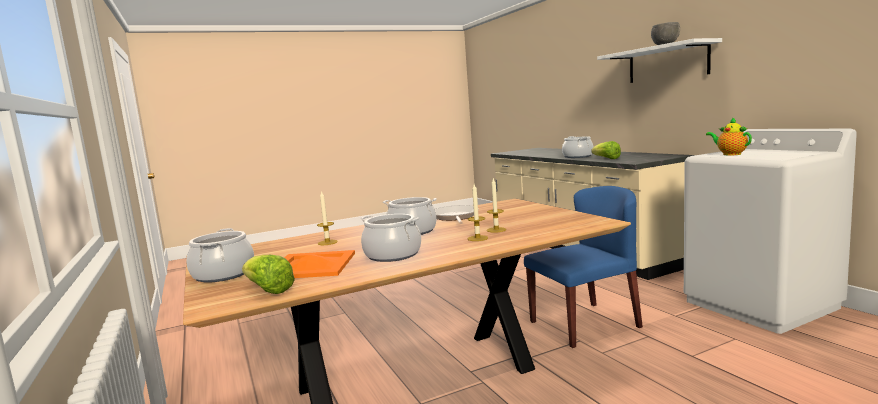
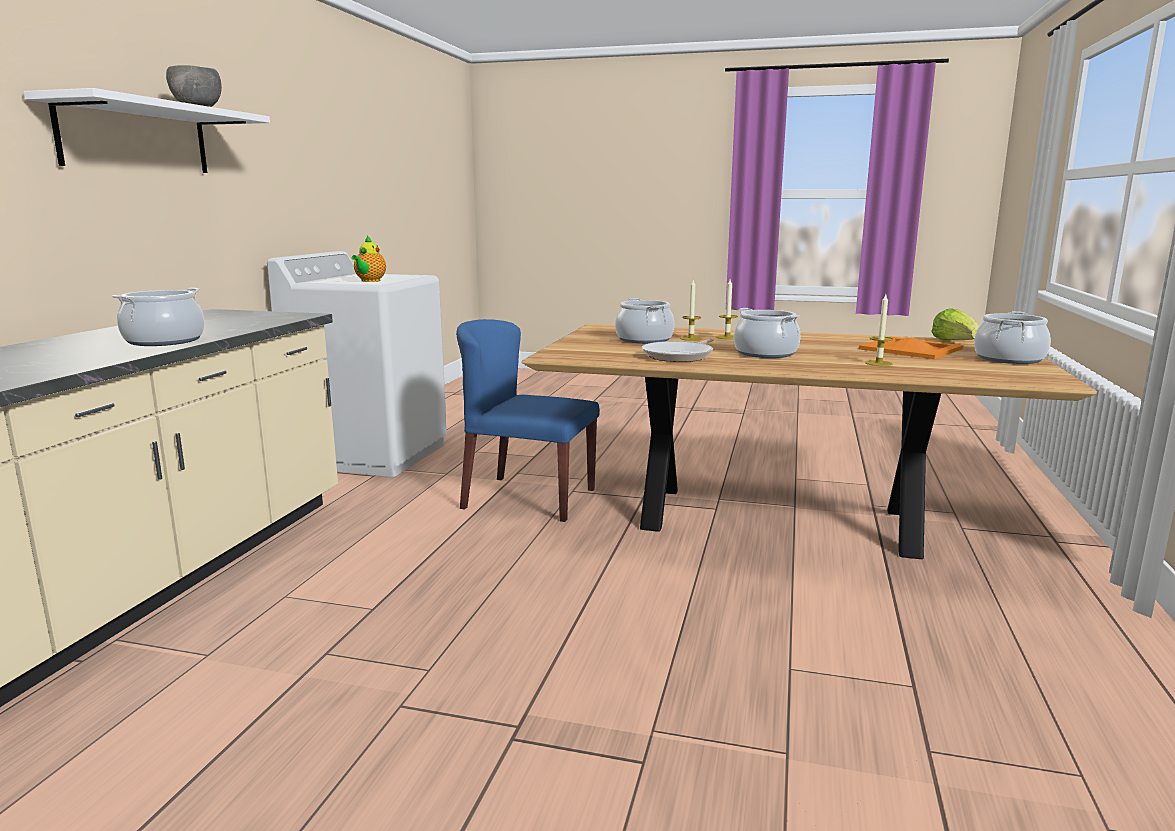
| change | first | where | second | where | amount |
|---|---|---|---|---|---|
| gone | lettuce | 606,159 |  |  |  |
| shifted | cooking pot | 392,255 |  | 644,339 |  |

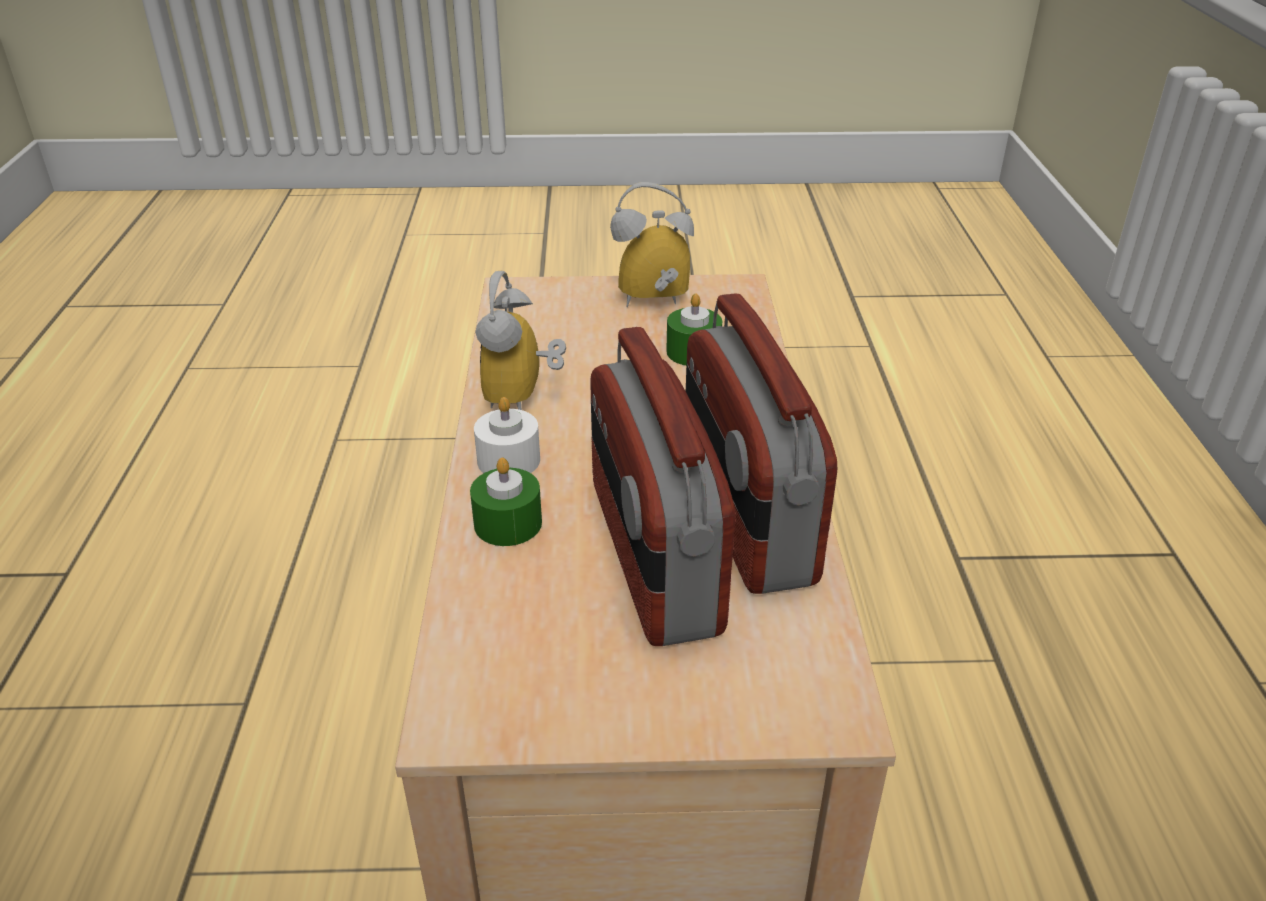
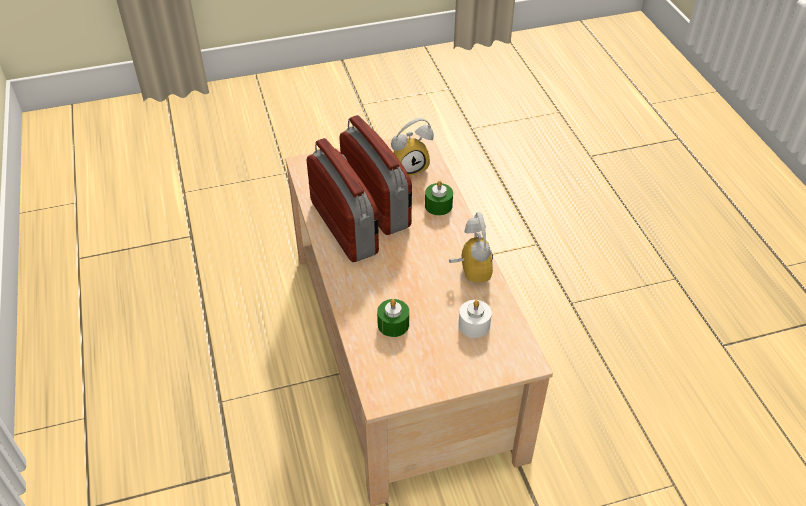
| change | first | where | second | where | amount |
|---|---|---|---|---|---|
| shifted | white wax candle | 508,460 |  | 474,325 |  |
| shifted | bedside clock | 653,303 |  | 409,167 |  |

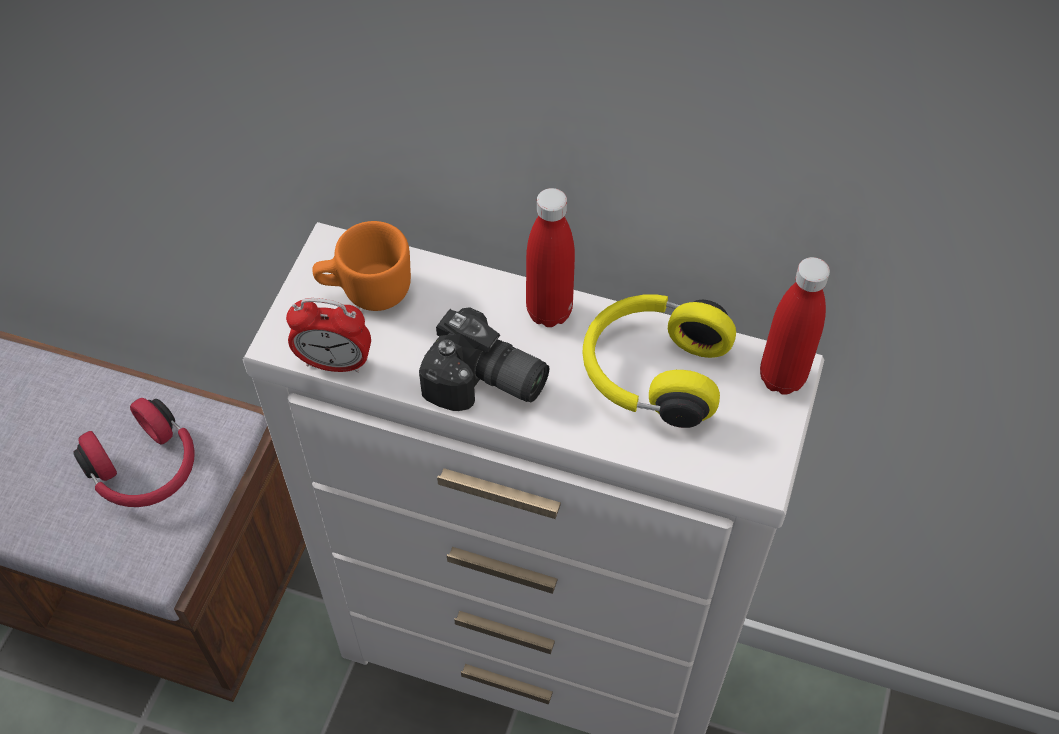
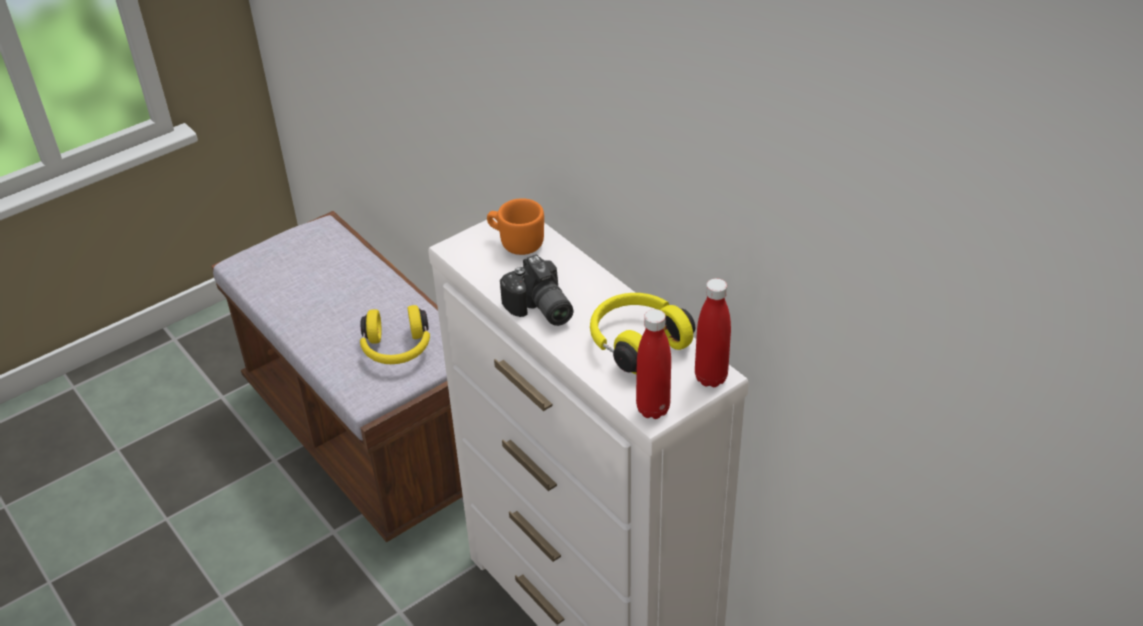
| change | first | where | second | where | amount |
|---|---|---|---|---|---|
| gone | bedside clock | 335,363 |  |  |  |
| shifted | red-coloured beverage bottle | 549,312 |  | 653,409 |  |
| repainted | red-coloured headset | 146,470 | yellow headset | 397,349 |  |

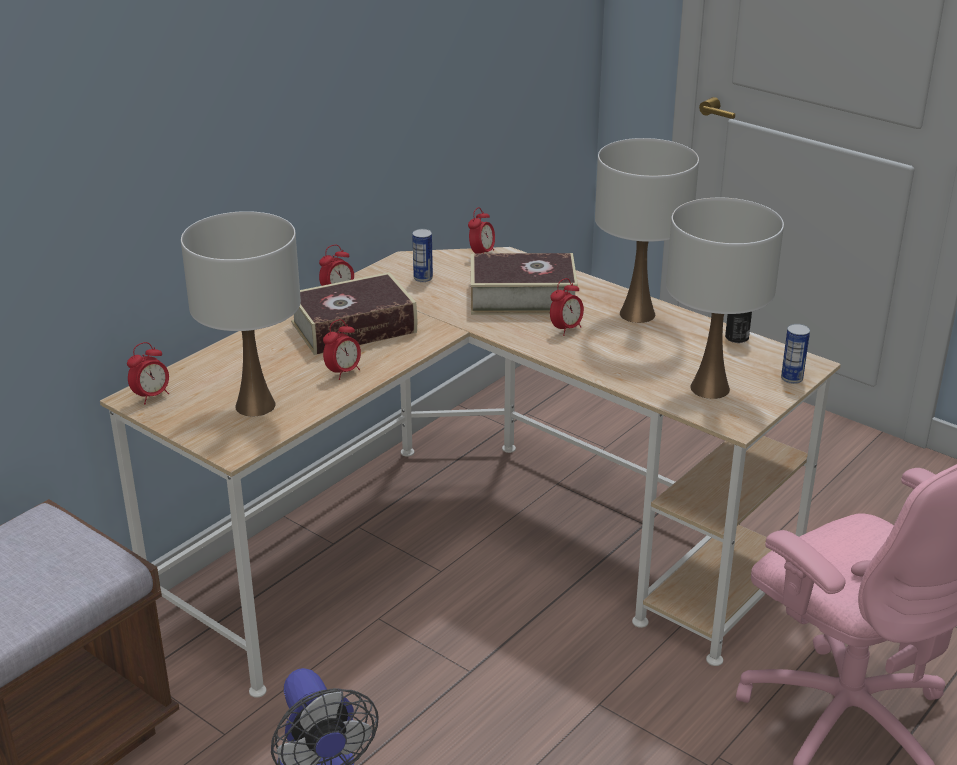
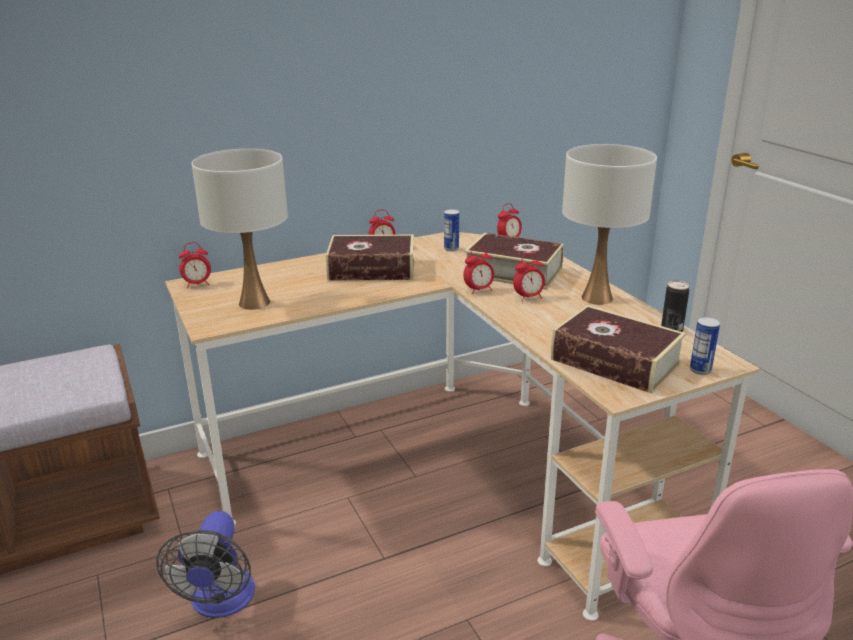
| change | first | where | second | where | amount |
|---|---|---|---|---|---|
| shifted | bedside clock | 343,372 |  | 479,290 |  |
| swapped | white table lamp | 709,388 | book | 615,361 |  |

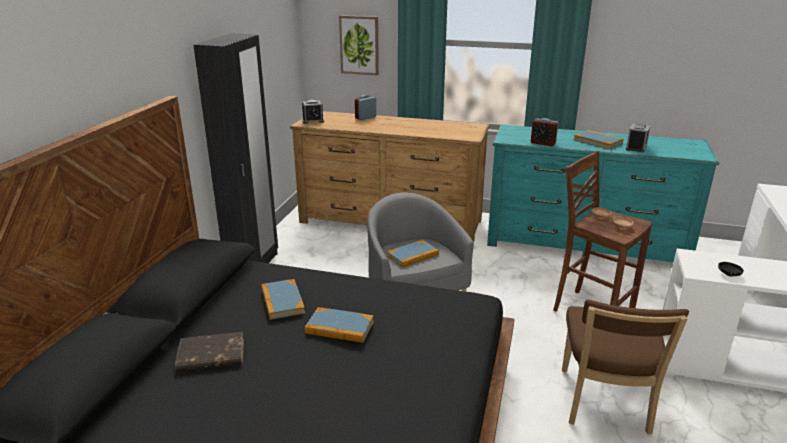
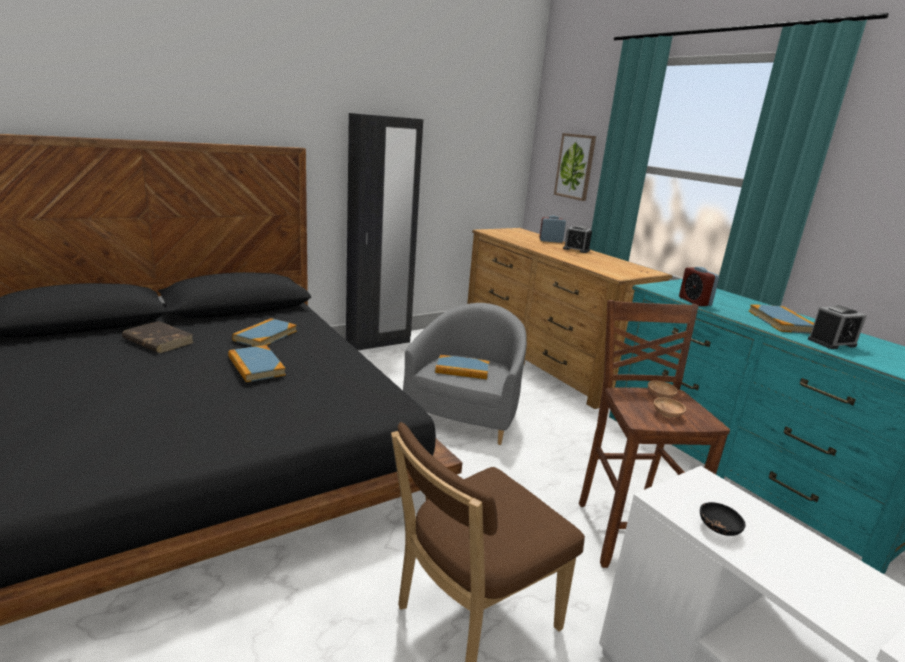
| change | first | where | second | where | amount |
|---|---|---|---|---|---|
| shifted | bedside clock | 313,121 |  | 576,249 |  |

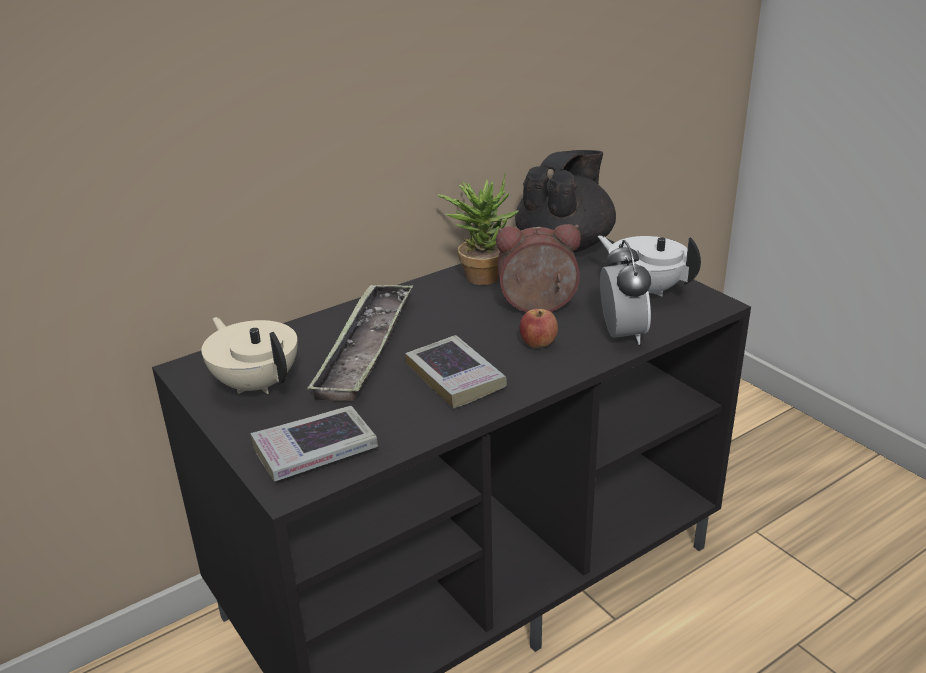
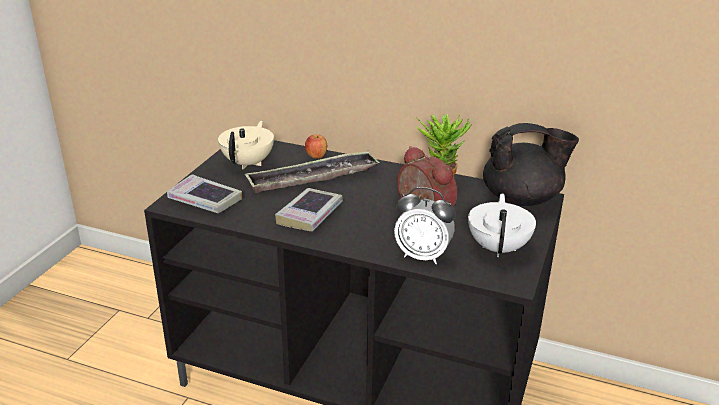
| change | first | where | second | where | amount |
|---|---|---|---|---|---|
| shifted | apple | 538,344 |  | 316,156 |  |
| rotated | bedside clock | 622,335 |  | 422,255 | 60 degrees clockwise |

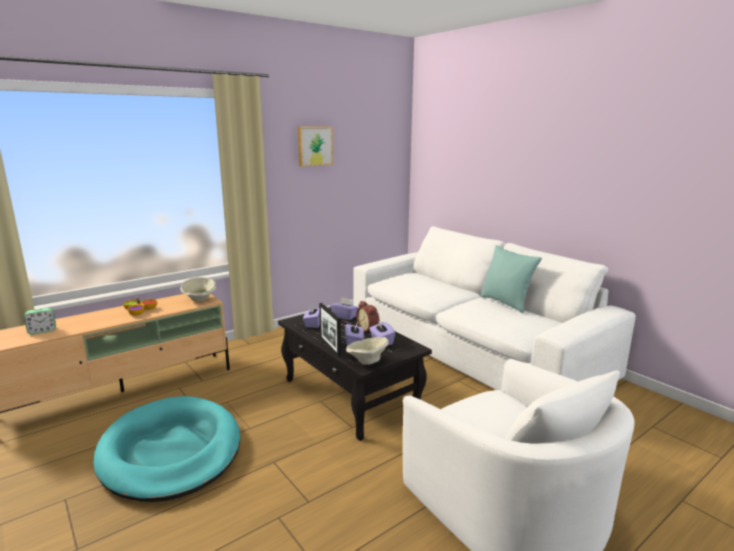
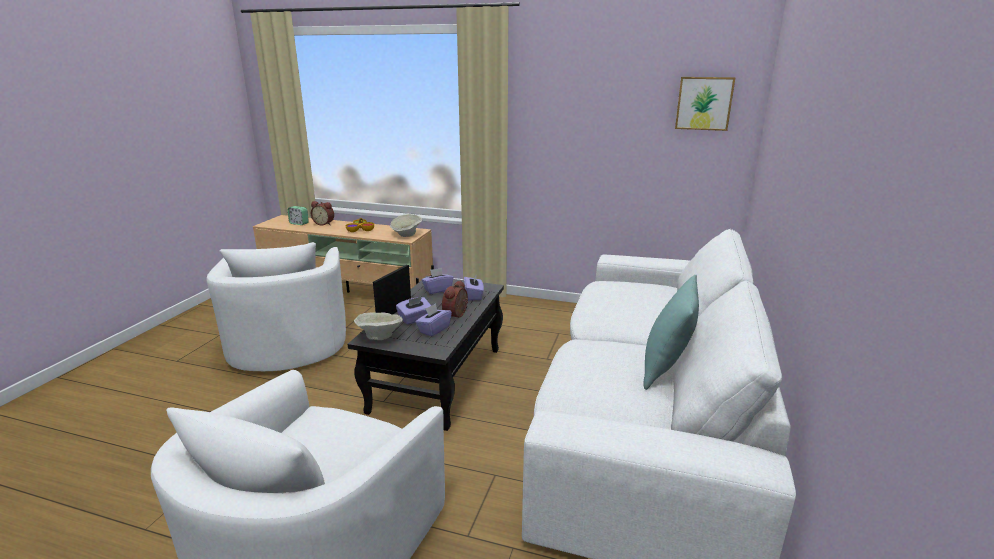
| change | first | where | second | where | amount |
|---|---|---|---|---|---|
| new |  |  | bedside clock | 324,223 |  |
| shifted | picture | 314,146 |  | 704,103 |  |
| swapped | turquoise-coloured dog bed | 171,452 | white lounge chair | 288,342 |  |

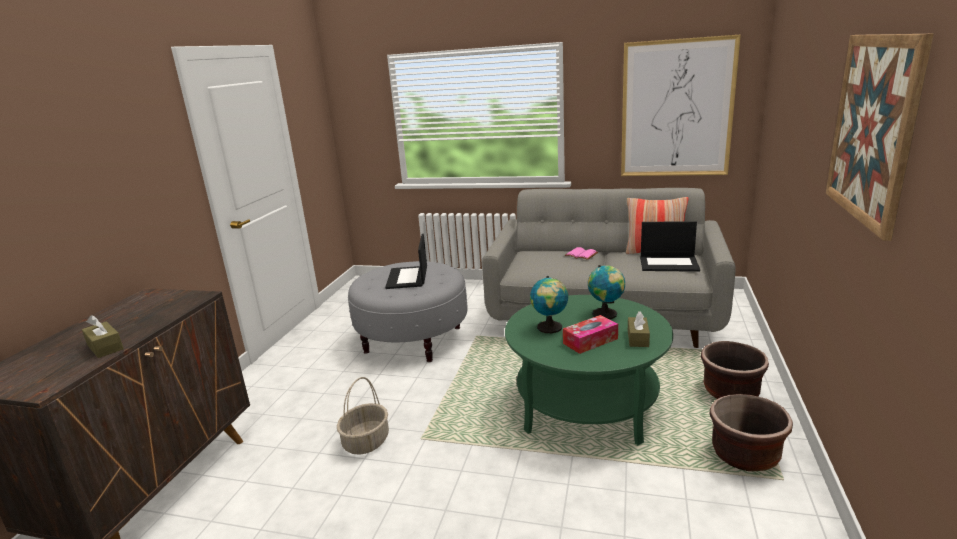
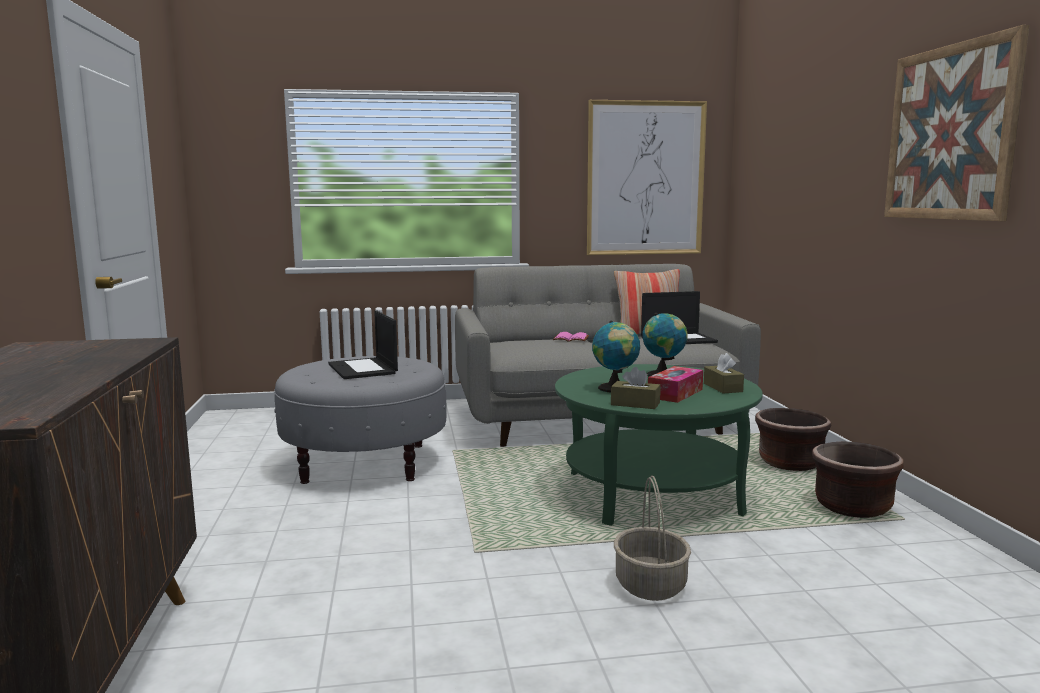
| change | first | where | second | where | amount |
|---|---|---|---|---|---|
| shifted | brown tissue holder | 105,347 |  | 635,404 |  |
| shifted | household basket | 366,442 |  | 651,585 |  |

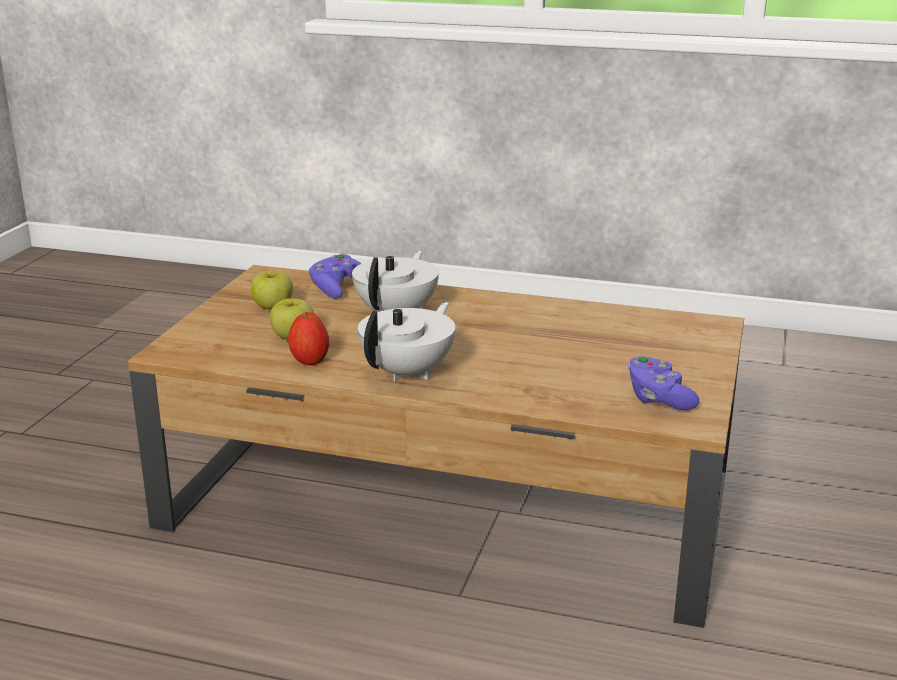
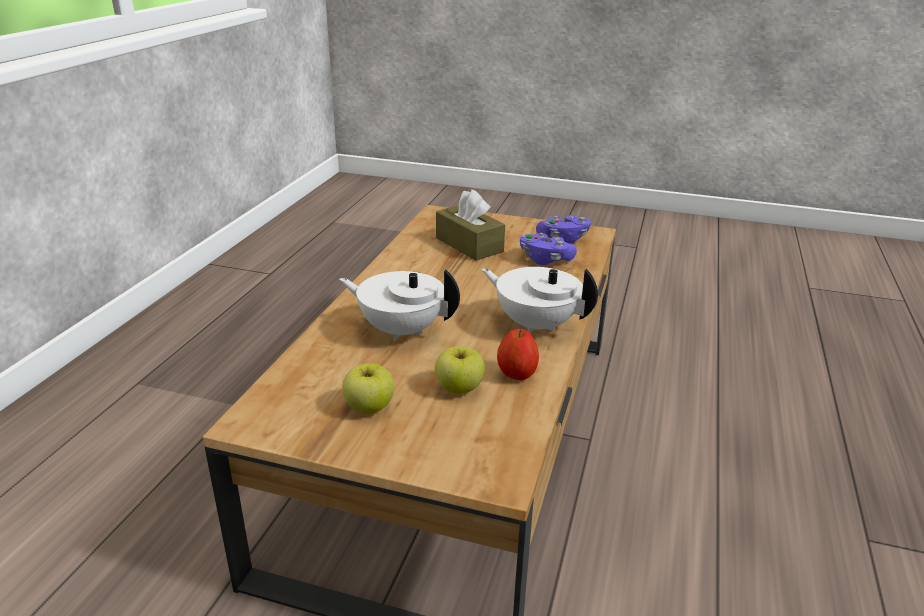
| change | first | where | second | where | amount |
|---|---|---|---|---|---|
| new |  |  | brown tissue holder | 469,244 |  |
| shifted | purple gamepad | 337,288 |  | 545,260 |  |

